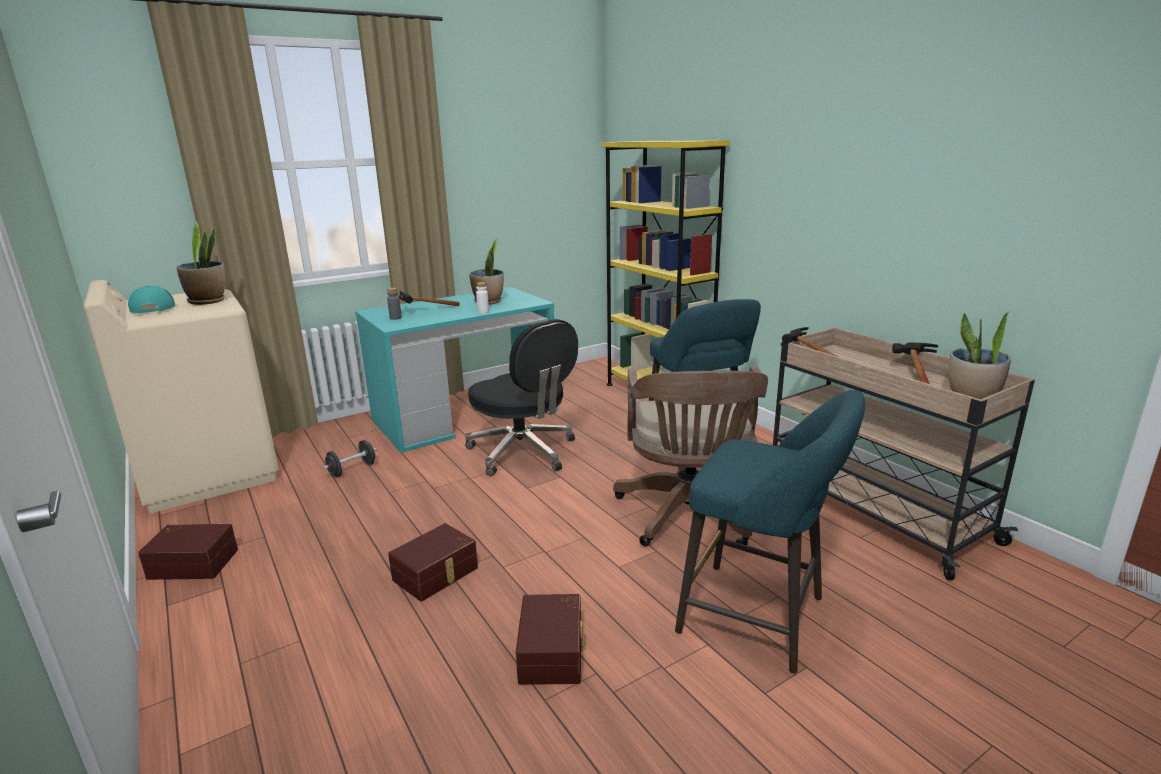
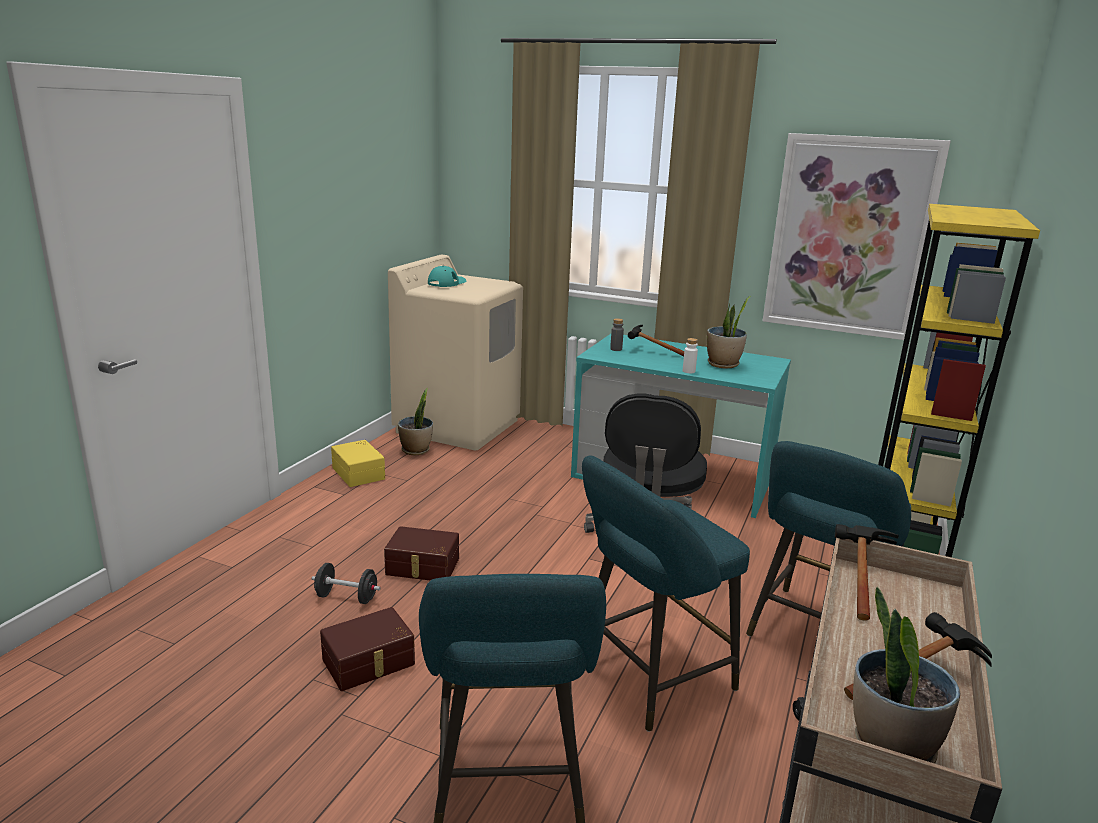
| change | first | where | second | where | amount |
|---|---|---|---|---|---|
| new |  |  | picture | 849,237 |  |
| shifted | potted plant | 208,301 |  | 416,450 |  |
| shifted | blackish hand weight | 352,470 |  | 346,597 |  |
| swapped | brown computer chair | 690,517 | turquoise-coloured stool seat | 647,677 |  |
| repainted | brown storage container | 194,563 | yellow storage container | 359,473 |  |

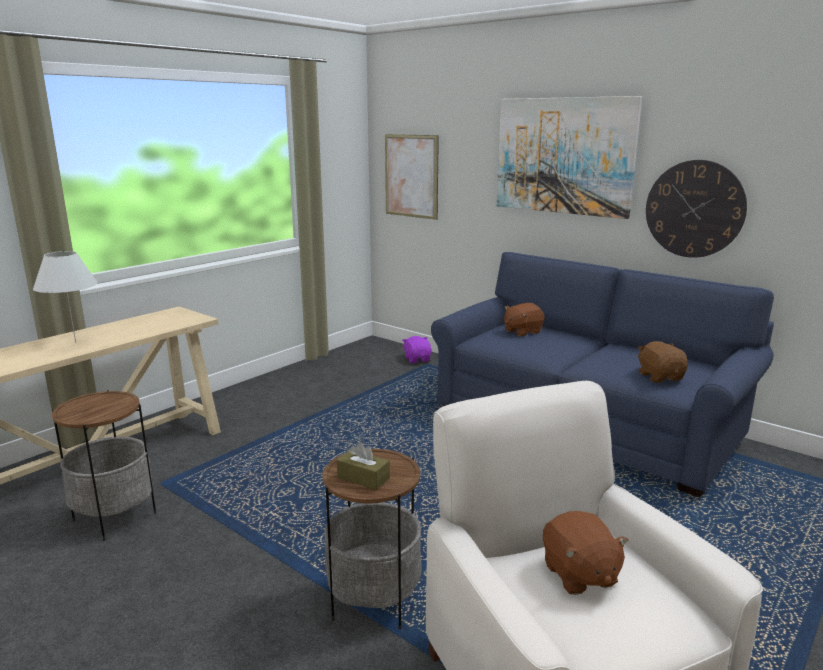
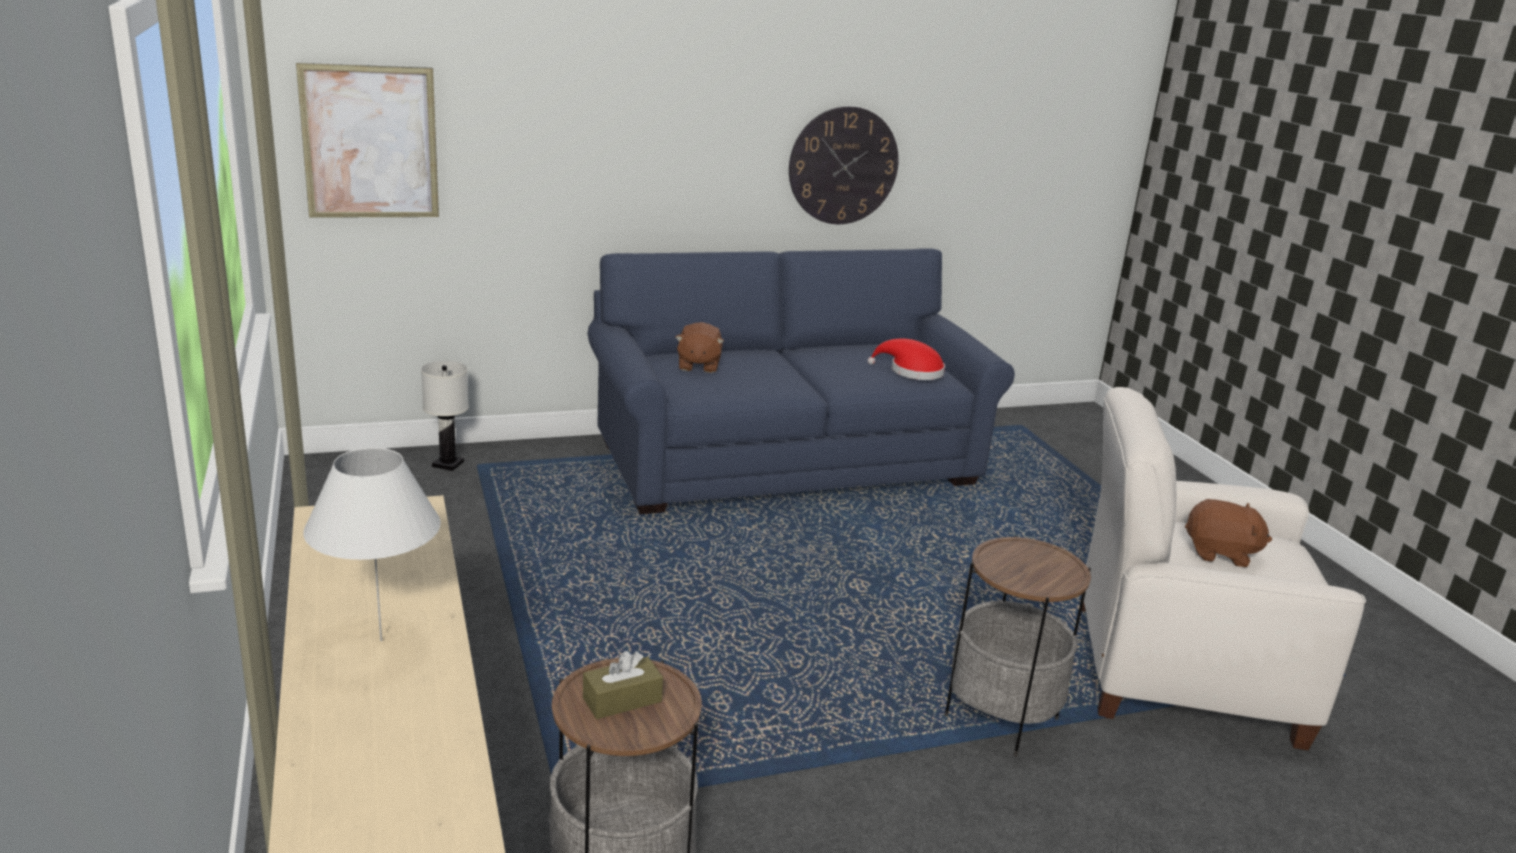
| change | first | where | second | where | amount |
|---|---|---|---|---|---|
| gone | picture | 563,156 |  |  |  |
| shifted | brown tissue holder | 363,478 |  | 622,700 |  |
| swapped | purple cuddly toy | 417,359 | white table lamp | 448,464 |  |
| swapped | brown cuddly toy | 660,377 | red-coloured wearable hat | 911,371 |  |

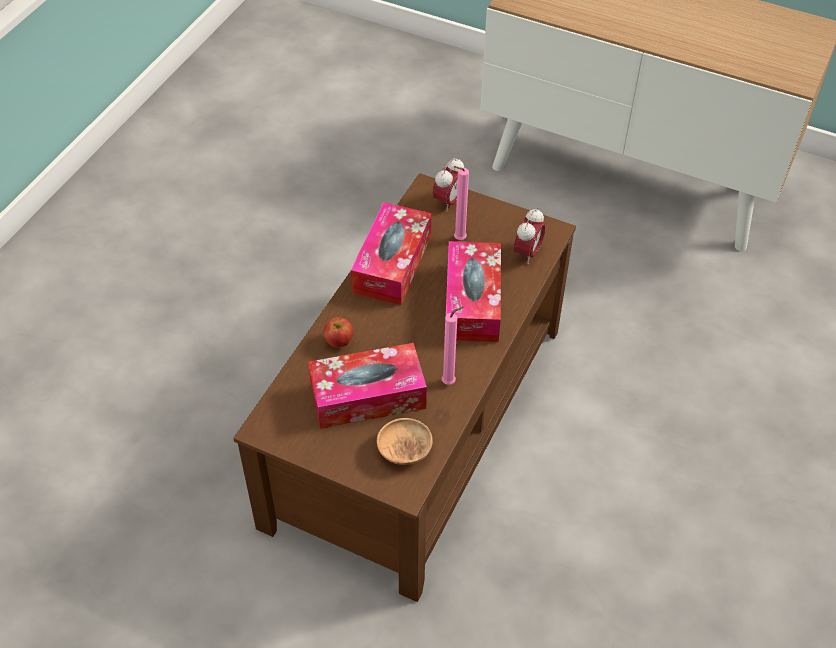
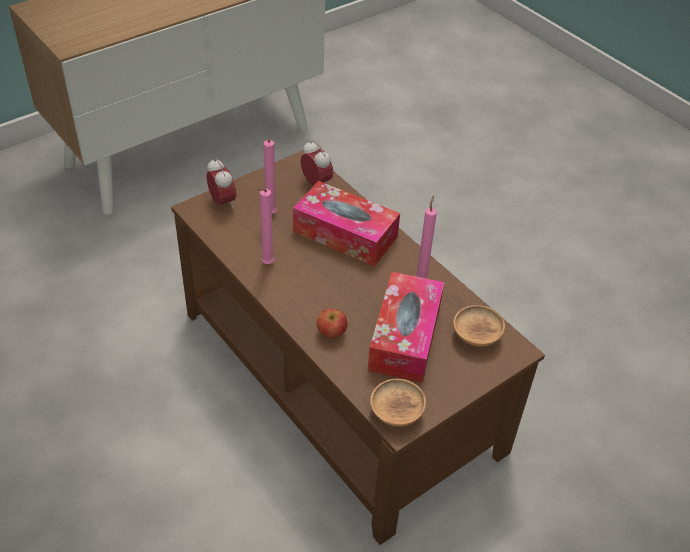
| change | first | where | second | where | amount |
|---|---|---|---|---|---|
| new |  |  | brown bowl | 396,412 |  |
| swapped | tissue holder | 392,264 | pink-coloured wax candle | 266,264 |  |

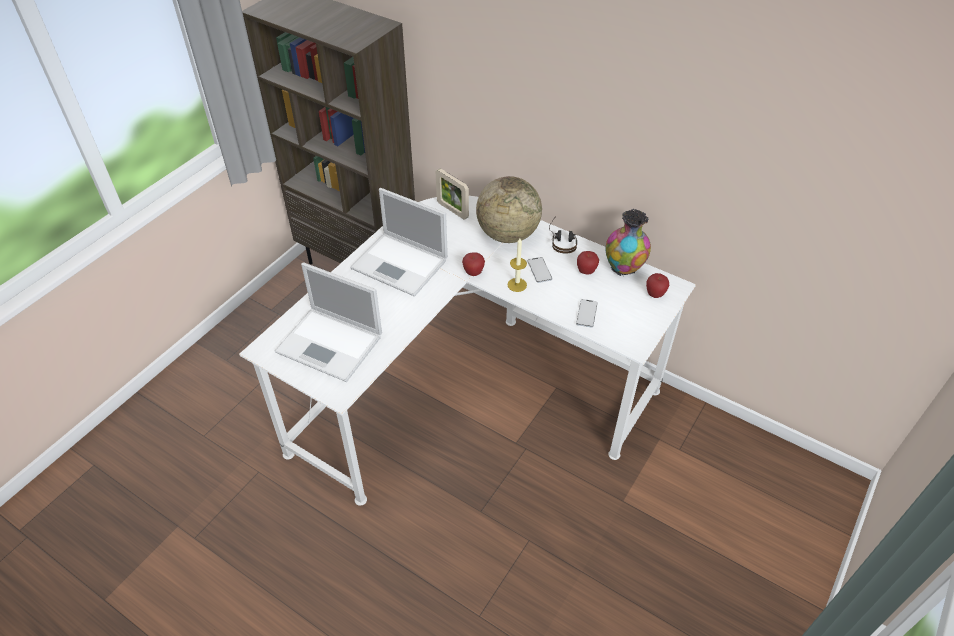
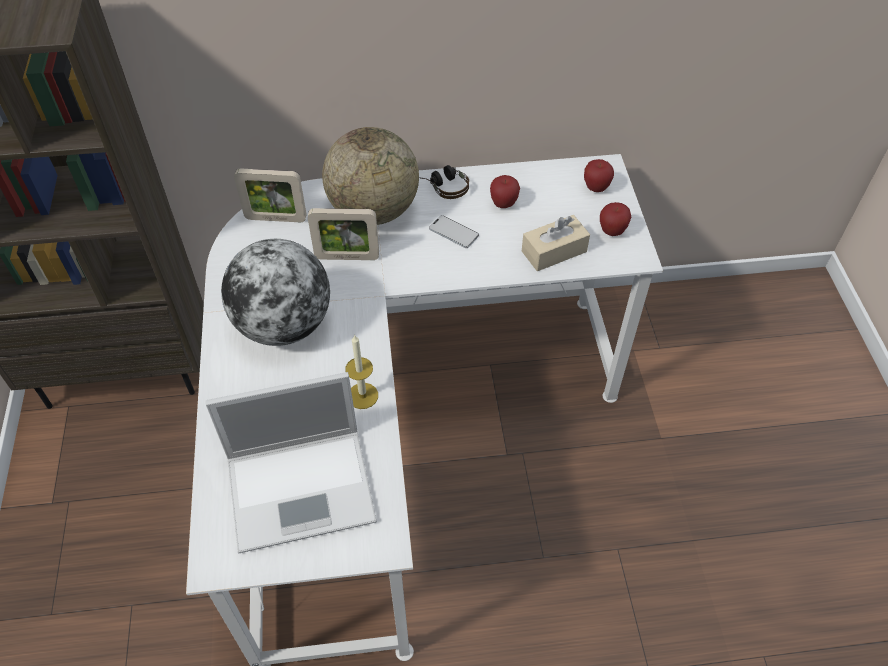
| change | first | where | second | where | amount |
|---|---|---|---|---|---|
| gone | flower vase | 624,267 |  |  |  |
| new |  |  | photo frame | 347,257 |  |
| shifted | apple | 473,273 |  | 612,231 |  |
| shifted | wax candle | 517,285 |  | 362,396 |  |
| swapped | portable computer | 401,264 | world globe | 284,325 |  |
| swapped | handset | 586,314 | sand-coloured tissue holder | 554,251 |  |

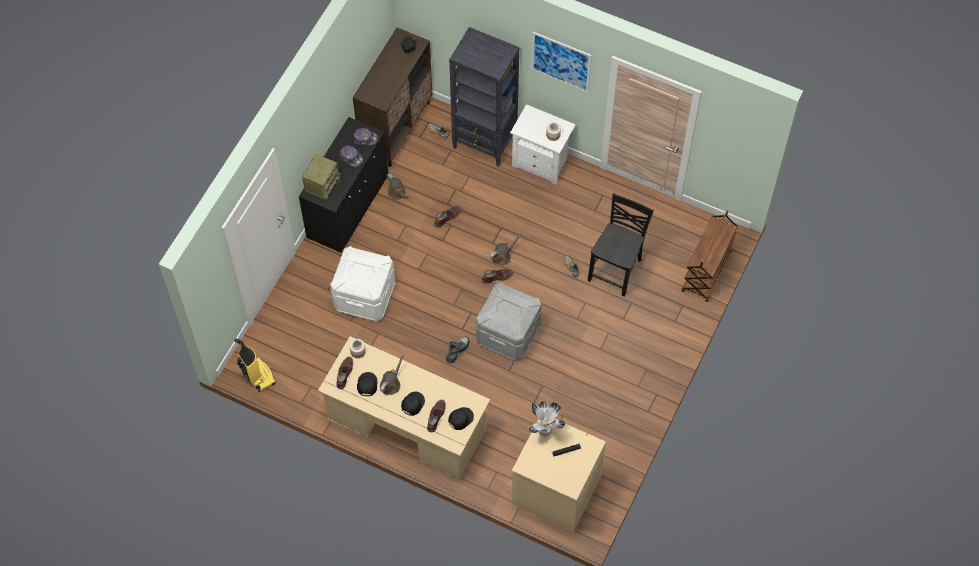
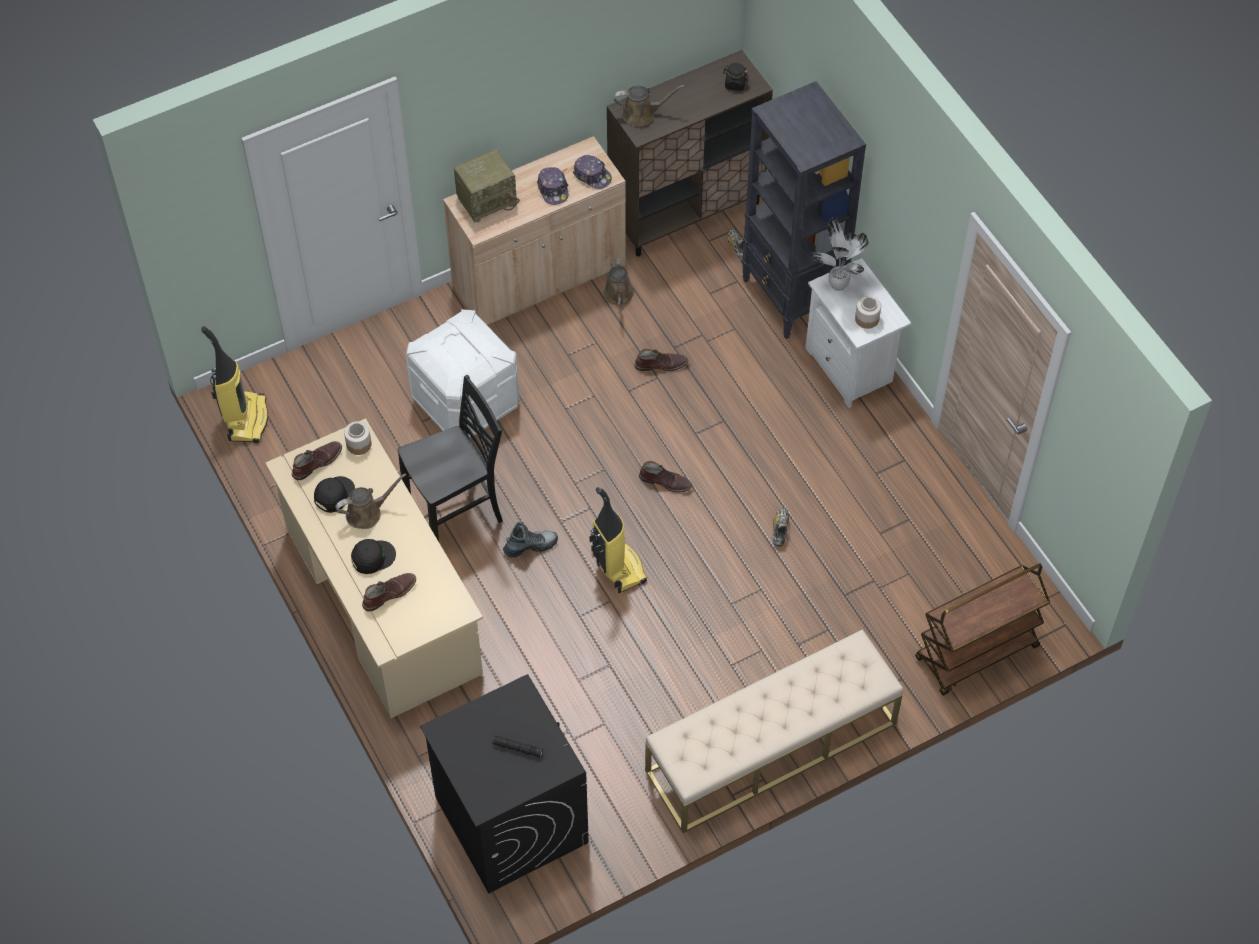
| change | first | where | second | where | amount |
|---|---|---|---|---|---|
| gone | blackish baseball cap | 460,418 |  |  |  |
| gone | picture | 561,61 |  |  |  |
| new |  |  | sand-coloured bench | 771,748 |  |
| shifted | brown sprinkling can | 503,256 |  | 641,114 |  |
| shifted | potted plant | 544,433 |  | 837,286 |  |
| shifted | blackish chair | 616,270 |  | 457,514 |  |
| swapped | grey storage container | 507,334 | hoover | 617,566 |  |
| repainted | blackish cupboard | 348,206 | sand-coloured cupboard | 539,275 |  |
| repainted | sand-coloured washing machine | 555,490 | blackish washing machine | 510,819 |  |

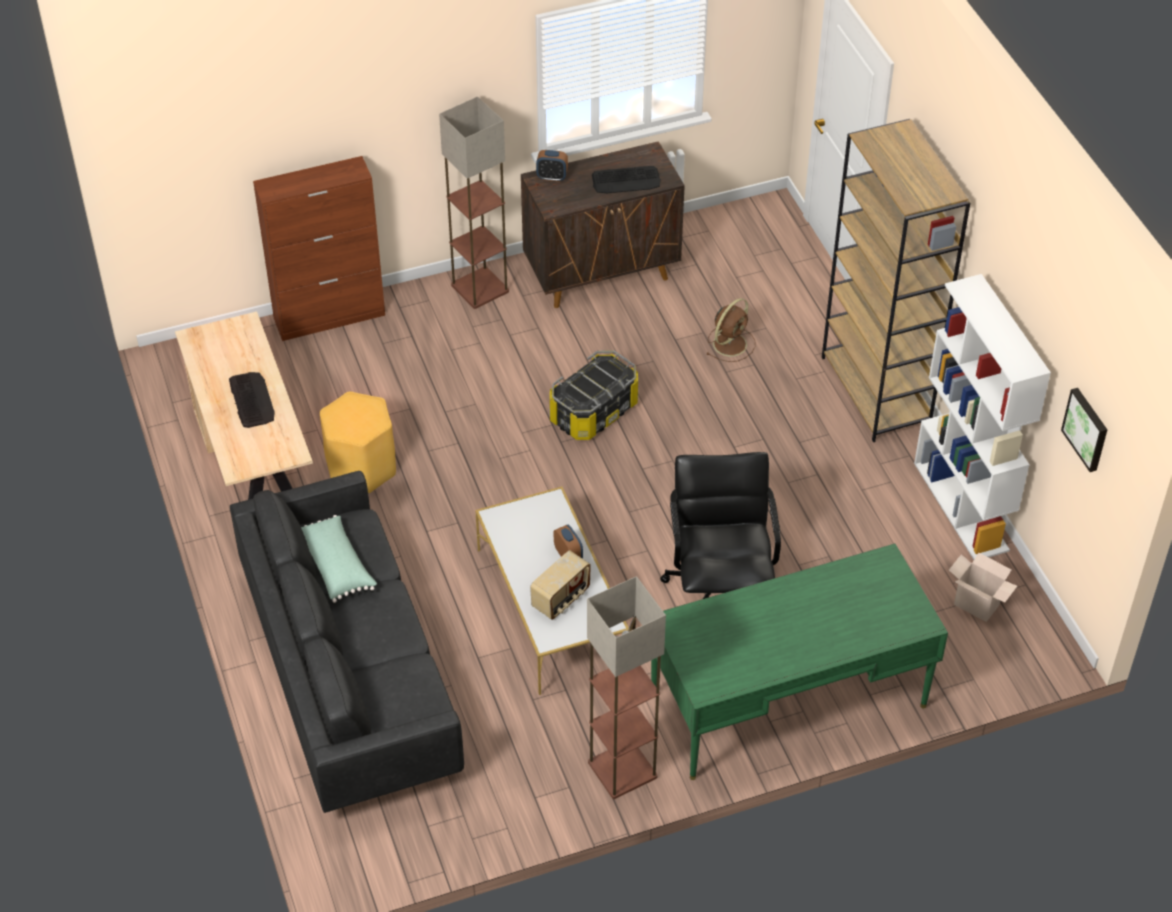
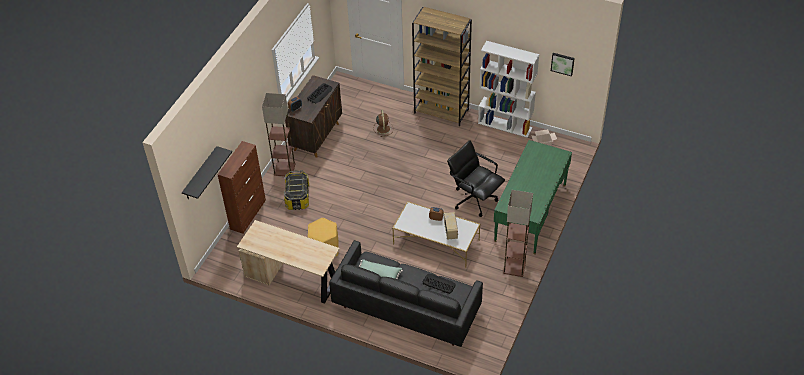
| change | first | where | second | where | amount |
|---|---|---|---|---|---|
| new |  |  | blackish bracket shelf | 200,174 |  |
| shifted | keyboard | 251,400 |  | 439,283 |  |
| shifted | storage container | 594,412 |  | 298,197 |  |

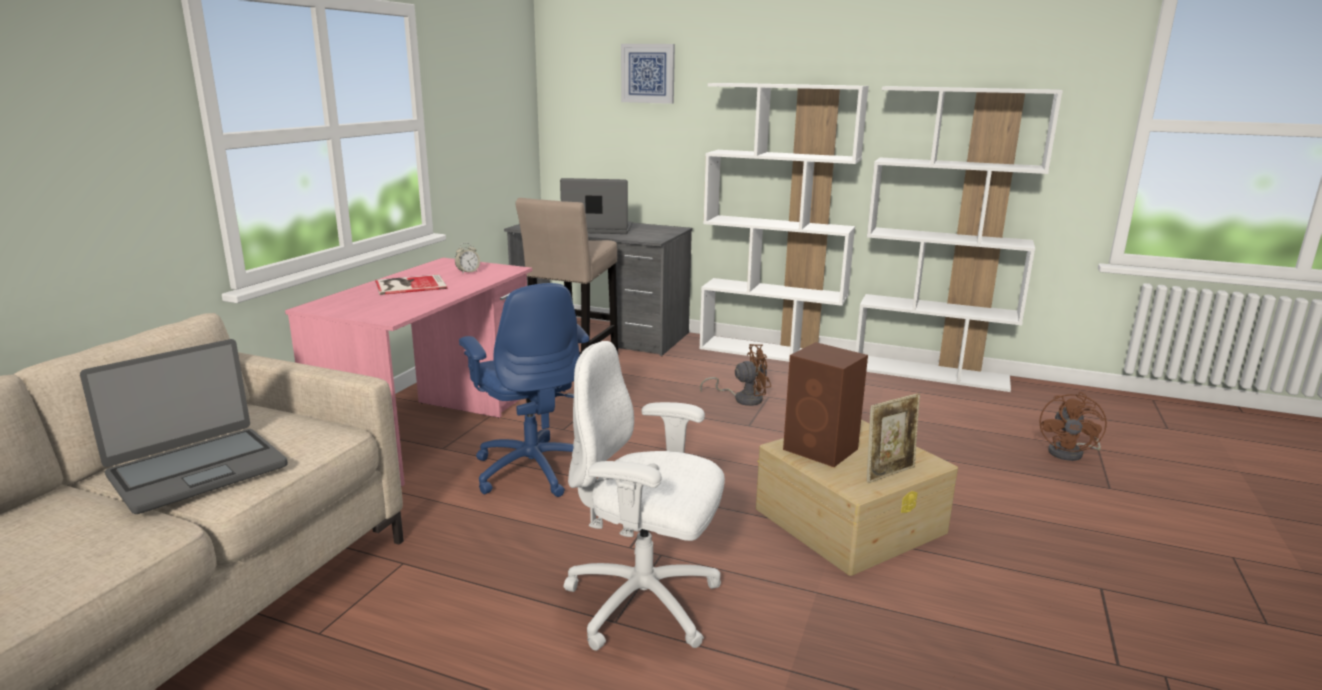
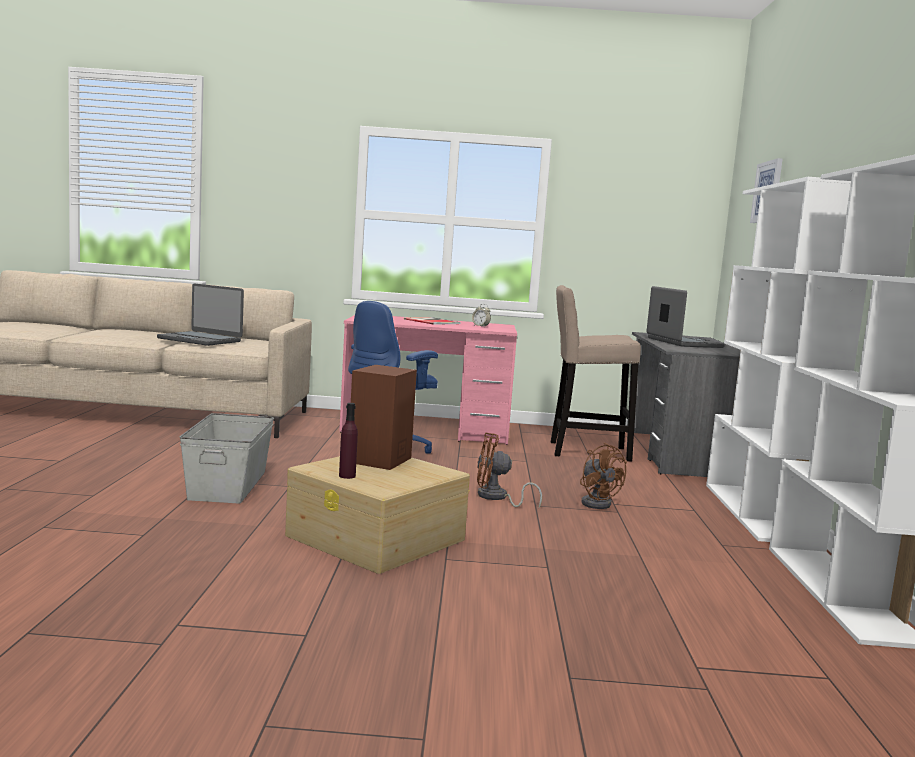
| change | first | where | second | where | amount |
|---|---|---|---|---|---|
| shifted | brown electric fan | 1071,453 |  | 496,498 |  |
| swapped | white computer chair | 645,604 | grey storage container | 229,485 |  |
| swapped | photo frame | 889,473 | purple beverage bottle | 347,476 |  |

